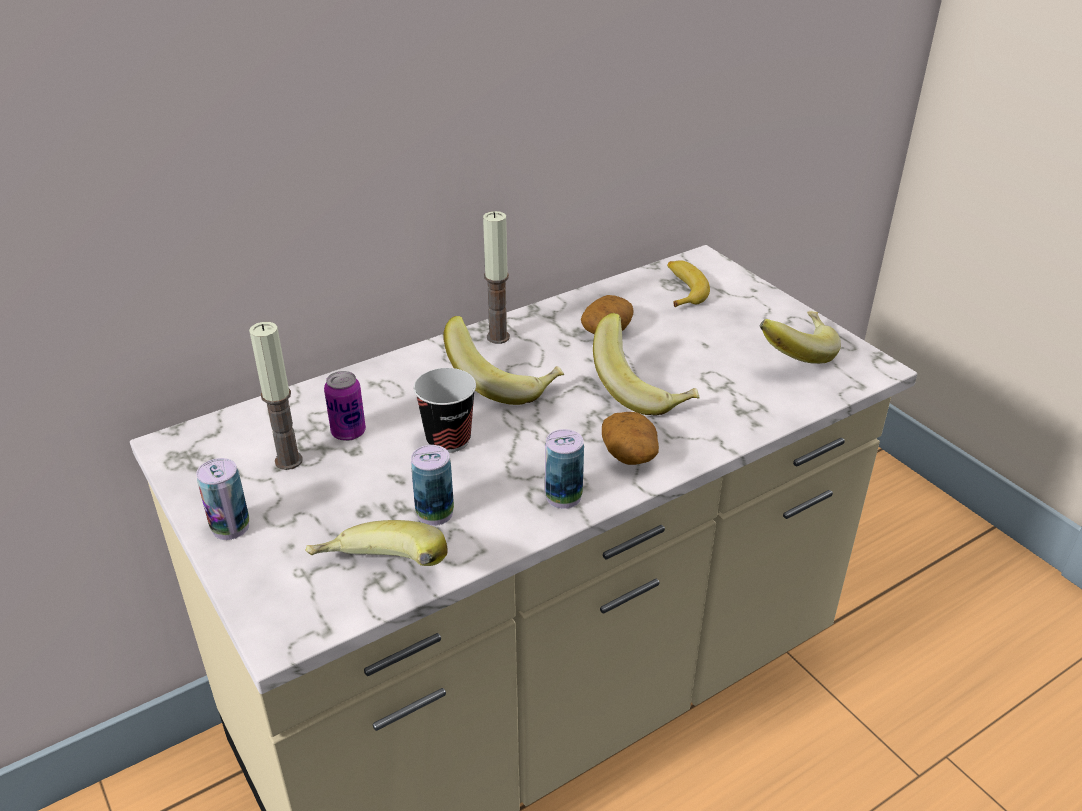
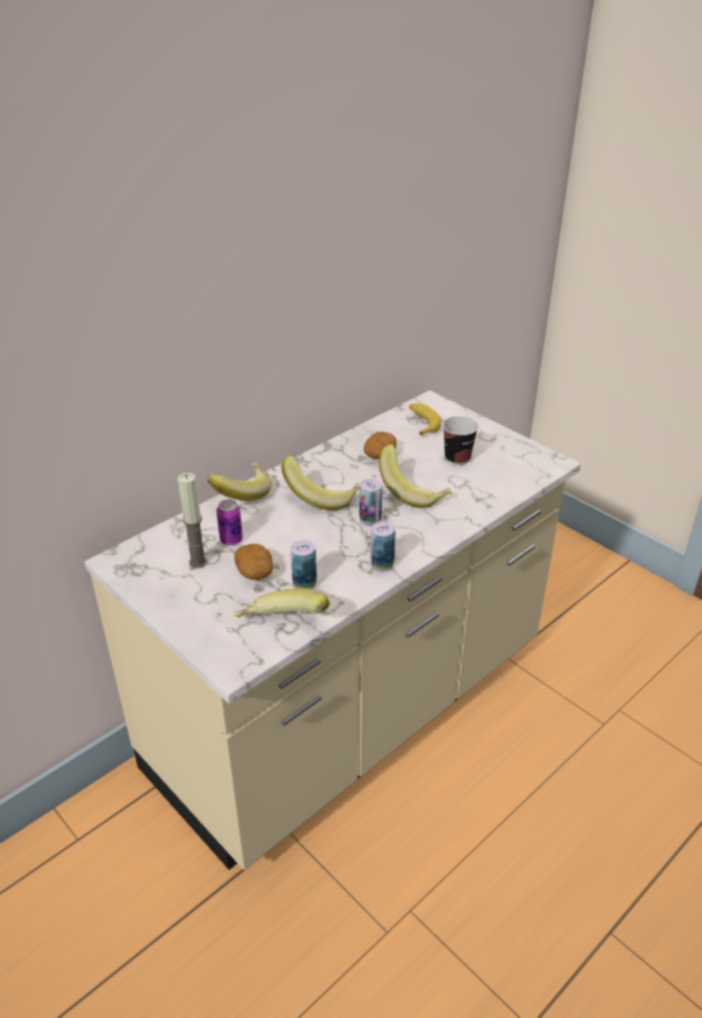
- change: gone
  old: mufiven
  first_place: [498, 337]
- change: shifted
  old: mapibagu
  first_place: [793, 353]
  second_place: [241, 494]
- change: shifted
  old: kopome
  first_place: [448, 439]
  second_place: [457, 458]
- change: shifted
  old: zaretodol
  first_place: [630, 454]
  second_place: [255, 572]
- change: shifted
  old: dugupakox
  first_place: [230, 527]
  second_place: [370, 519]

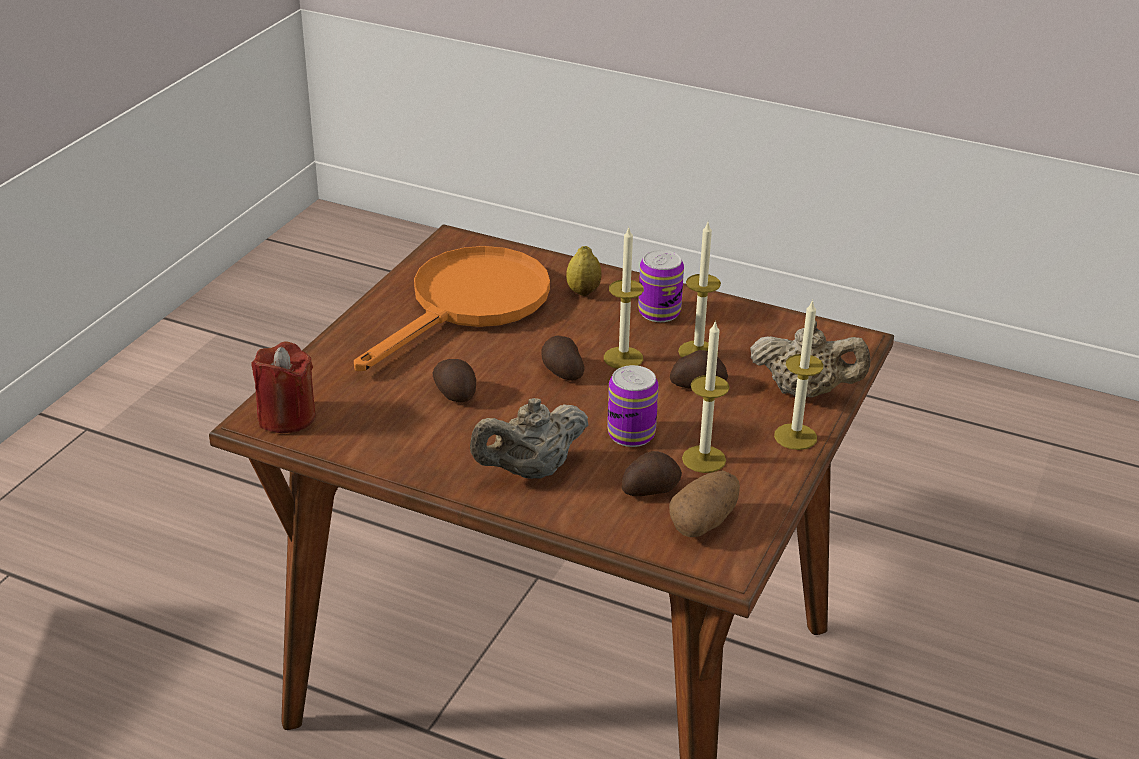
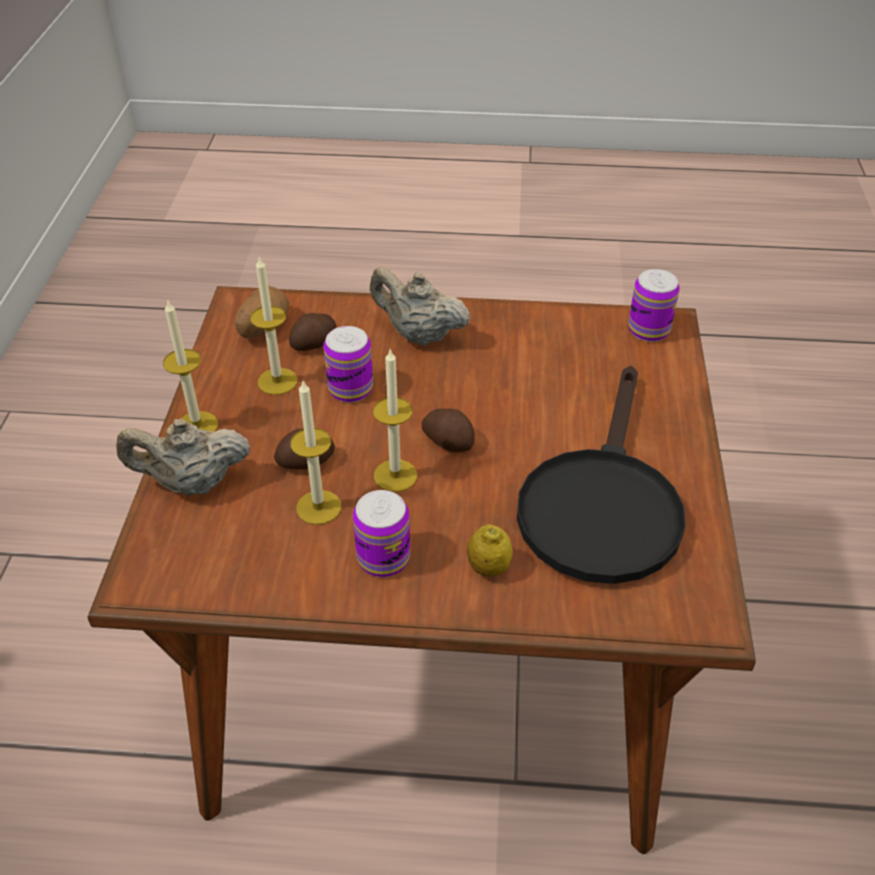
- change: repainted
  old: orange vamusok
  new: black vamusok
  first_place: [469, 305]
  second_place: [601, 504]
- change: swapped
  old: red mufiven
  new: dugupakox
  first_place: [287, 417]
  second_place: [648, 330]
- change: gone
  old: zaretodol
  first_place: [455, 392]
- change: rotated
  old: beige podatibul
  first_place: [530, 471]
  second_place: [418, 334]
  degrees: -105

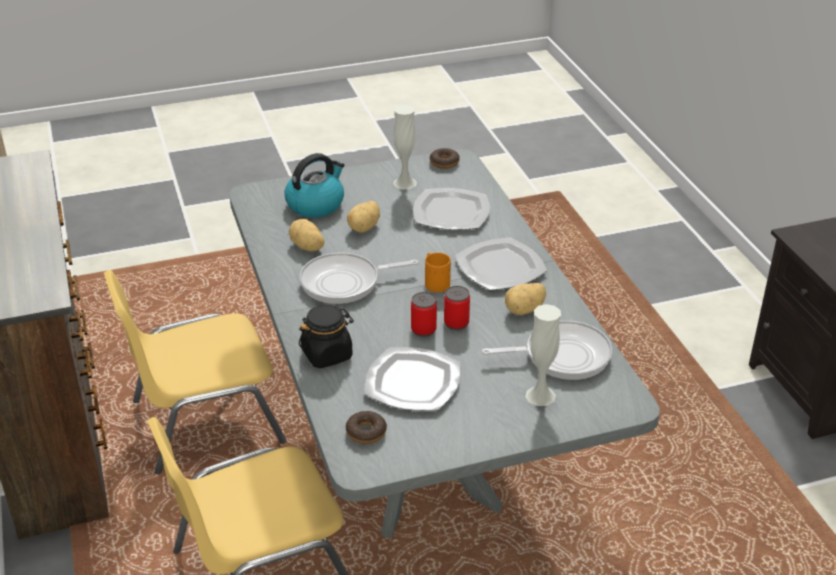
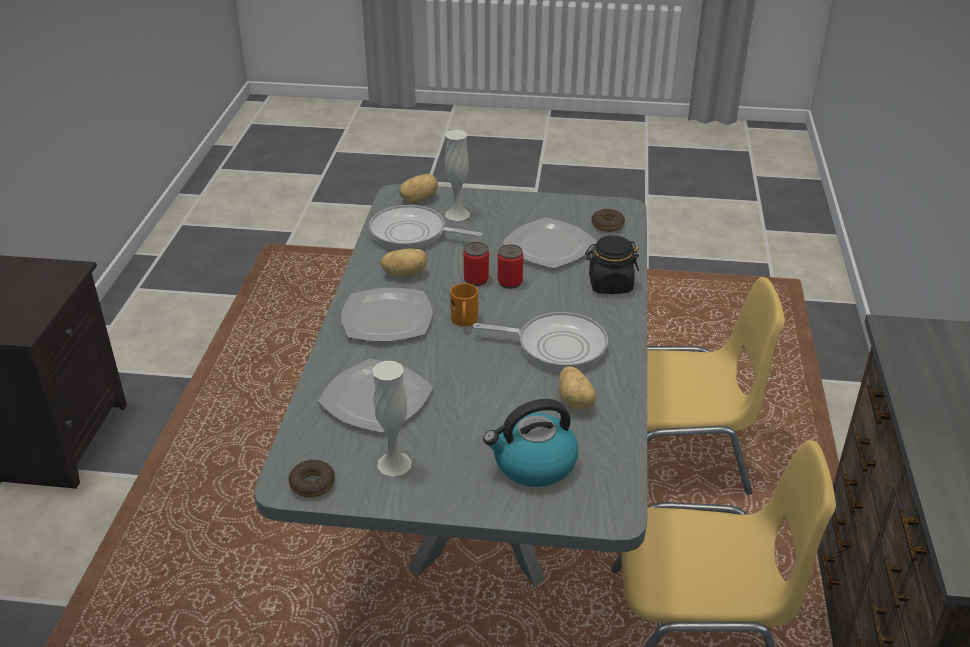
- change: shifted
  old: zaretodol
  first_place: [365, 227]
  second_place: [418, 199]

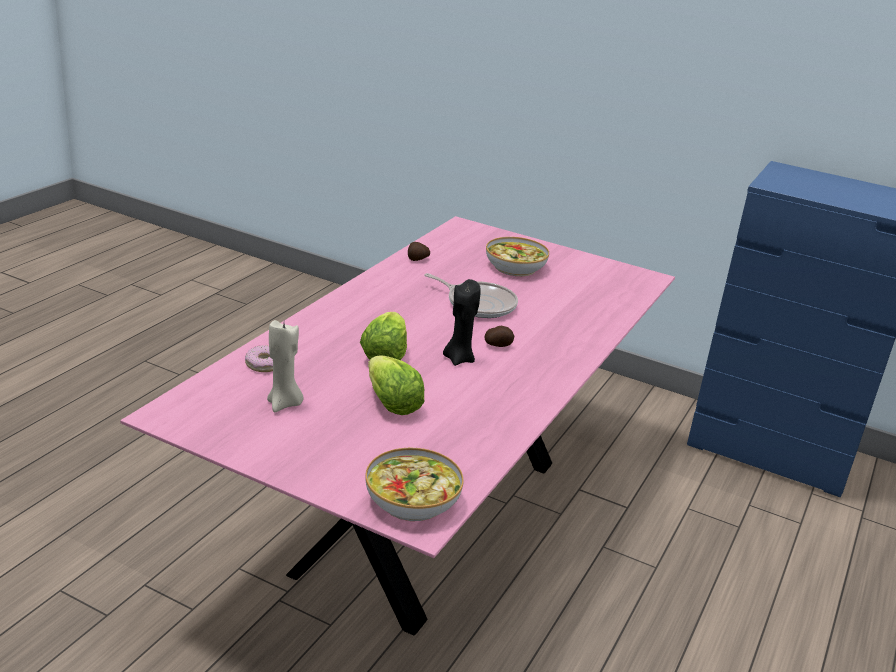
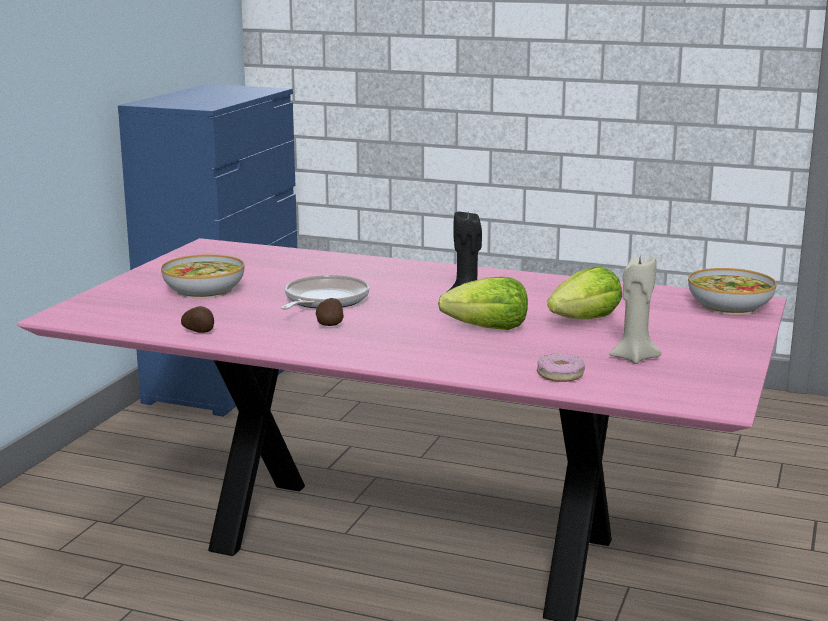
- change: shifted
  old: zaretodol
  first_place: [498, 345]
  second_place: [330, 325]

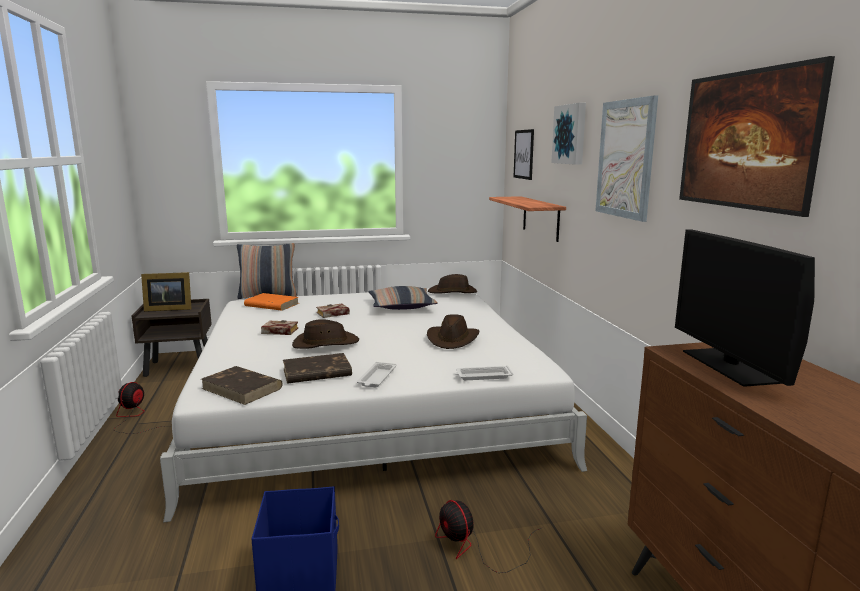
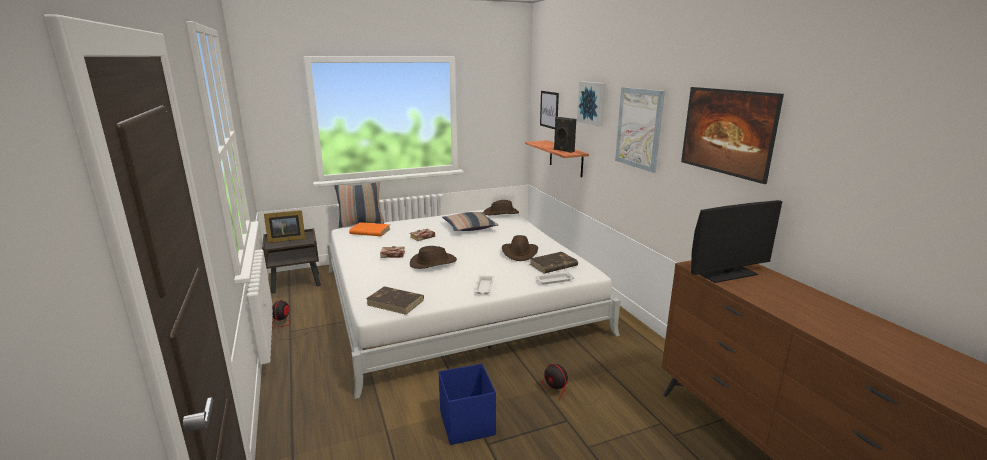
- change: rotated
  old: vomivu
  first_place: [730, 366]
  second_place: [727, 273]
  degrees: -90
- change: shifted
  old: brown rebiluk
  first_place: [316, 372]
  second_place: [553, 265]
- change: new
  new: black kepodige
  second_place: [563, 150]

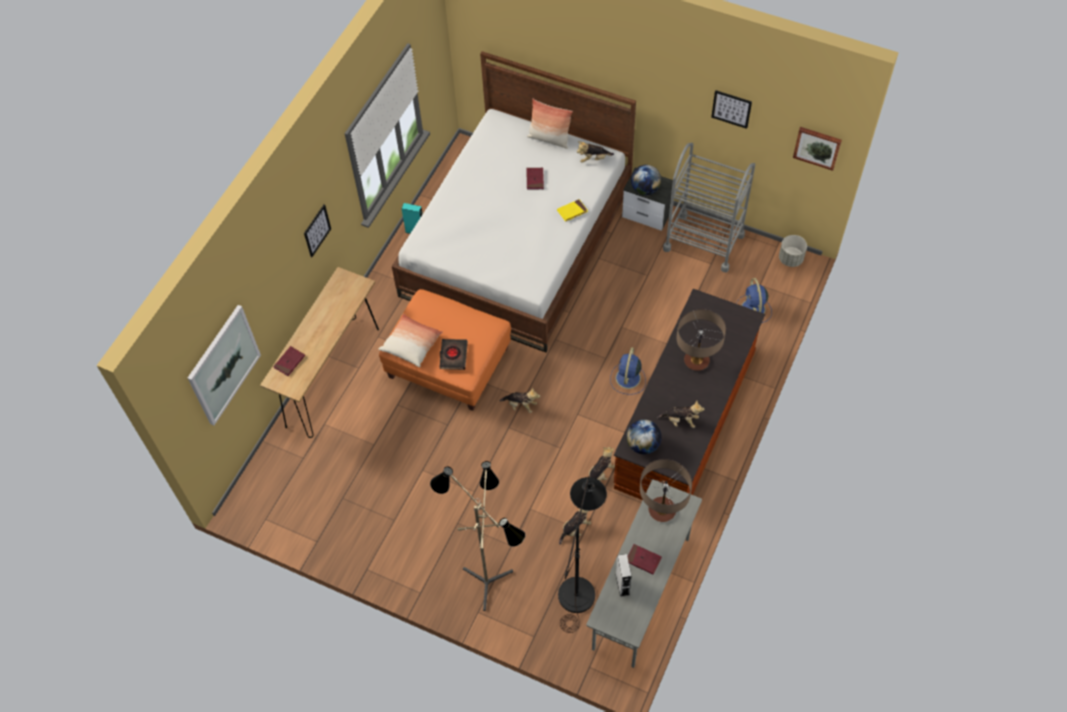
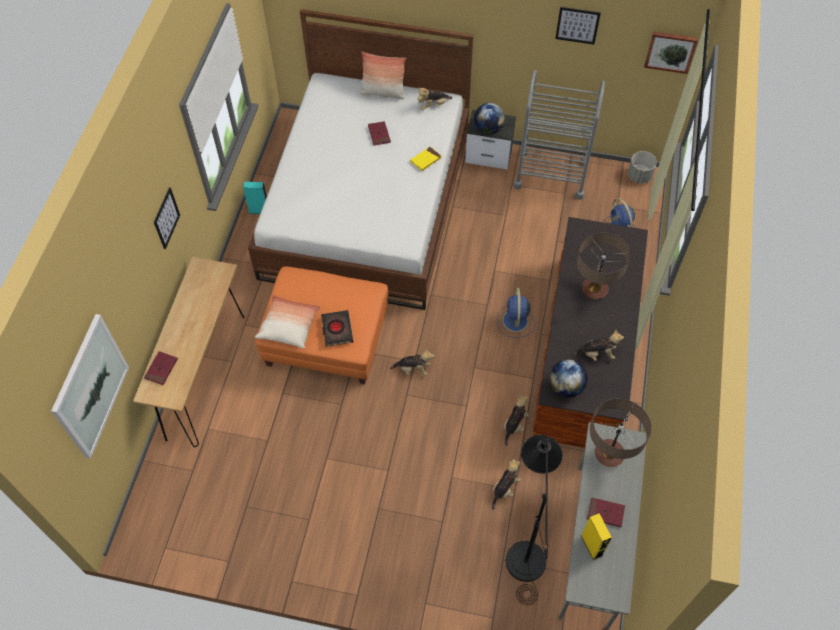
- change: gone
  old: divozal
  first_place: [489, 578]
- change: repainted
  old: grey kepodige
  new: yellow kepodige
  first_place: [622, 584]
  second_place: [591, 545]

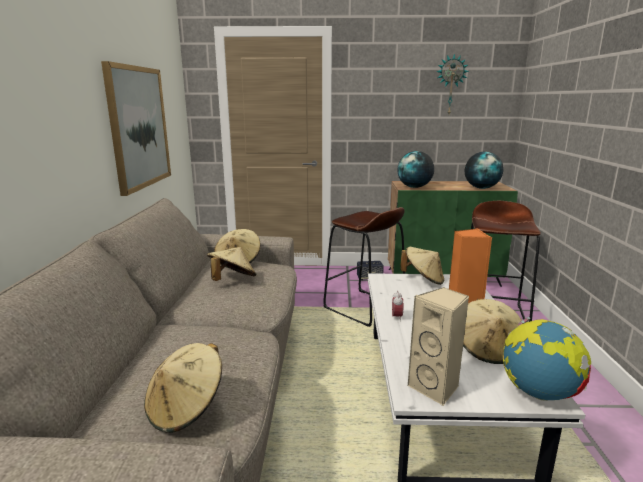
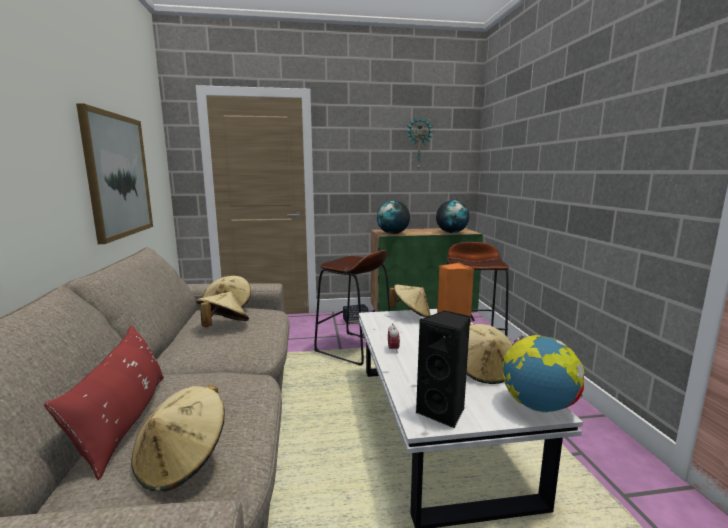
- change: repainted
  old: beige kepodige
  new: black kepodige
  first_place: [436, 388]
  second_place: [443, 412]
- change: new
  new: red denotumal
  second_place: [125, 421]

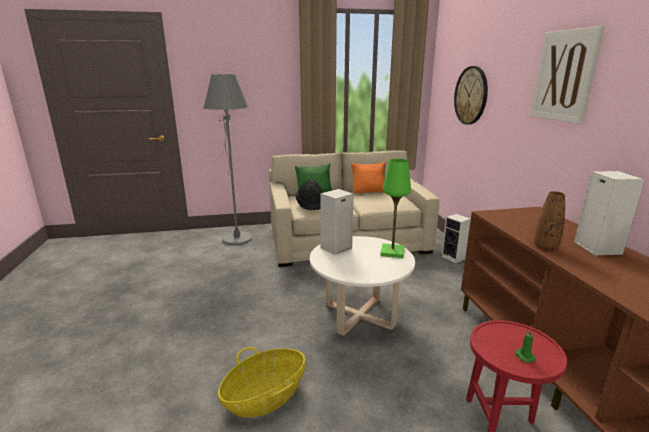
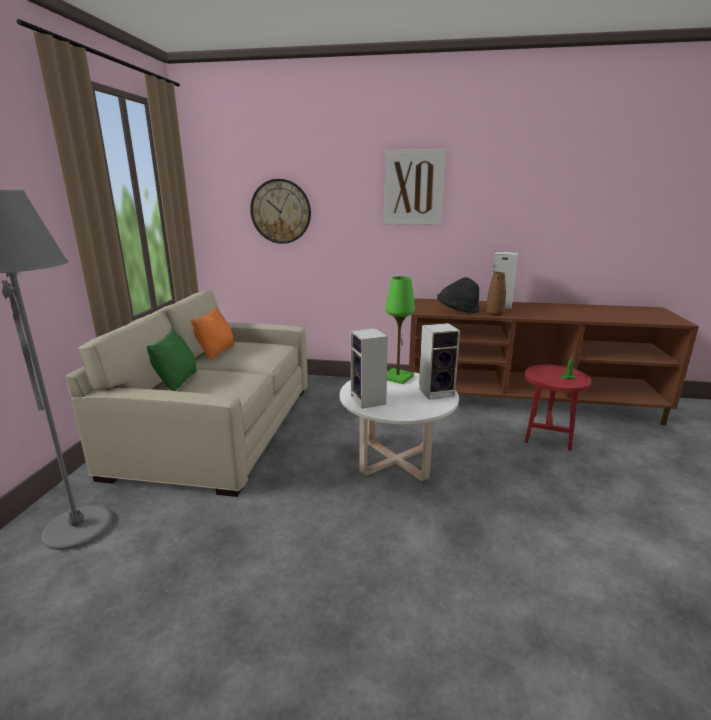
- change: shifted
  old: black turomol
  first_place: [310, 205]
  second_place: [457, 311]
- change: shifted
  old: kepodige
  first_place: [454, 258]
  second_place: [437, 392]
- change: gone
  old: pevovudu
  first_place: [265, 397]

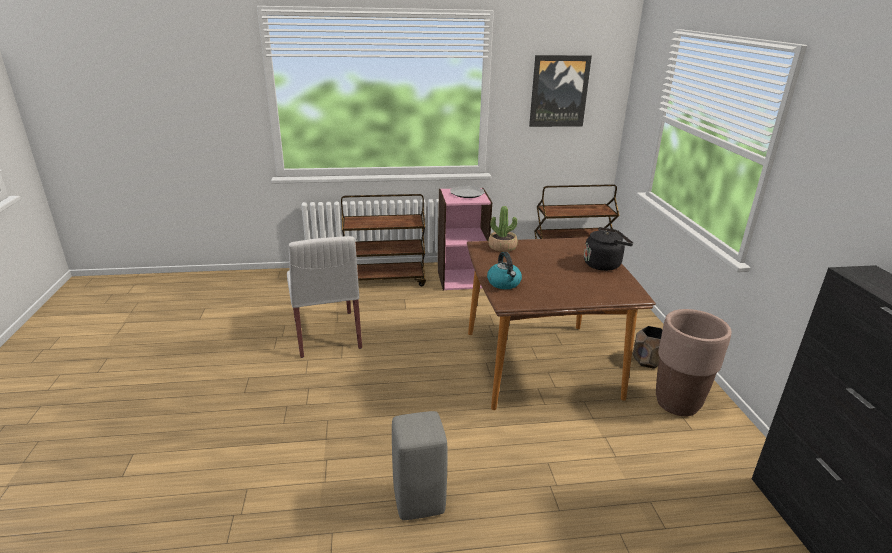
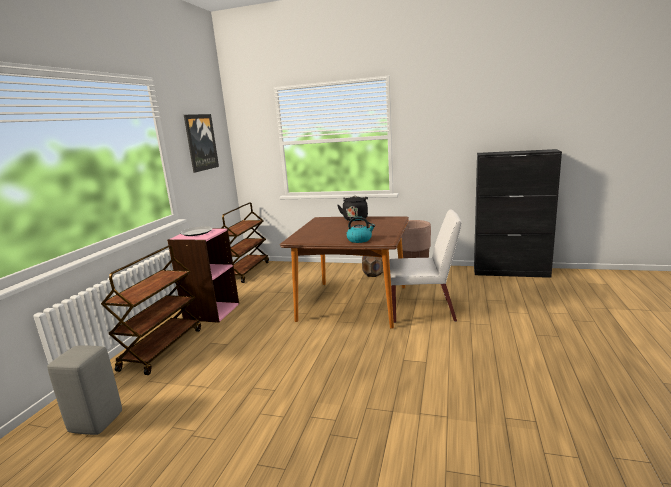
- change: gone
  old: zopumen
  first_place: [502, 247]
- change: shifted
  old: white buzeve
  first_place: [327, 334]
  second_place: [423, 311]
- change: shifted
  old: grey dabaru
  first_place: [420, 502]
  second_place: [97, 422]

